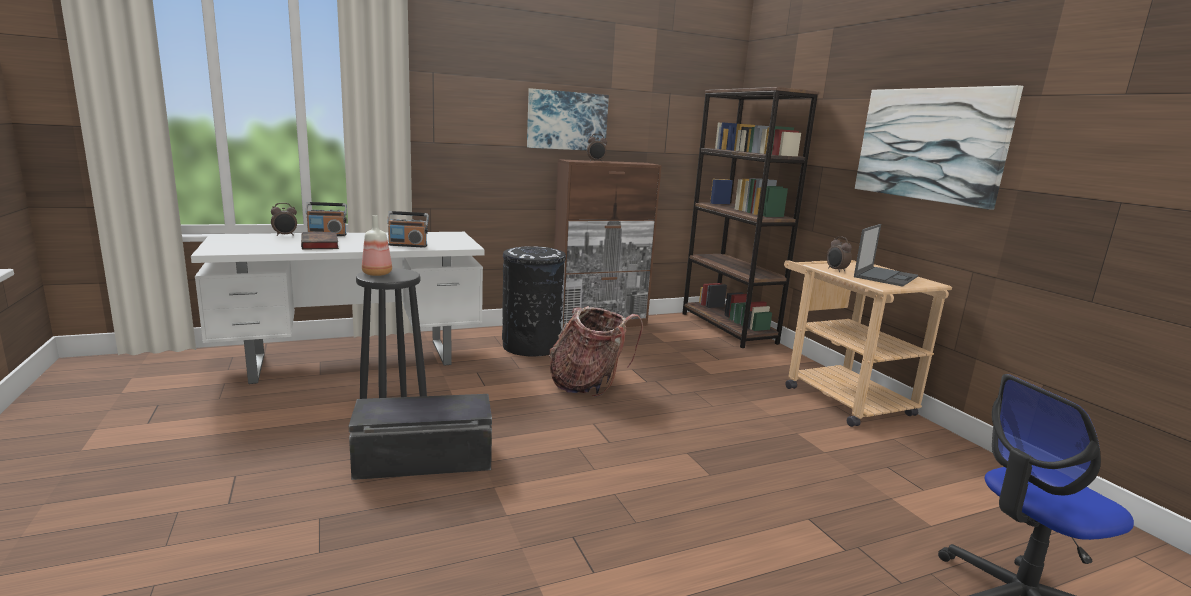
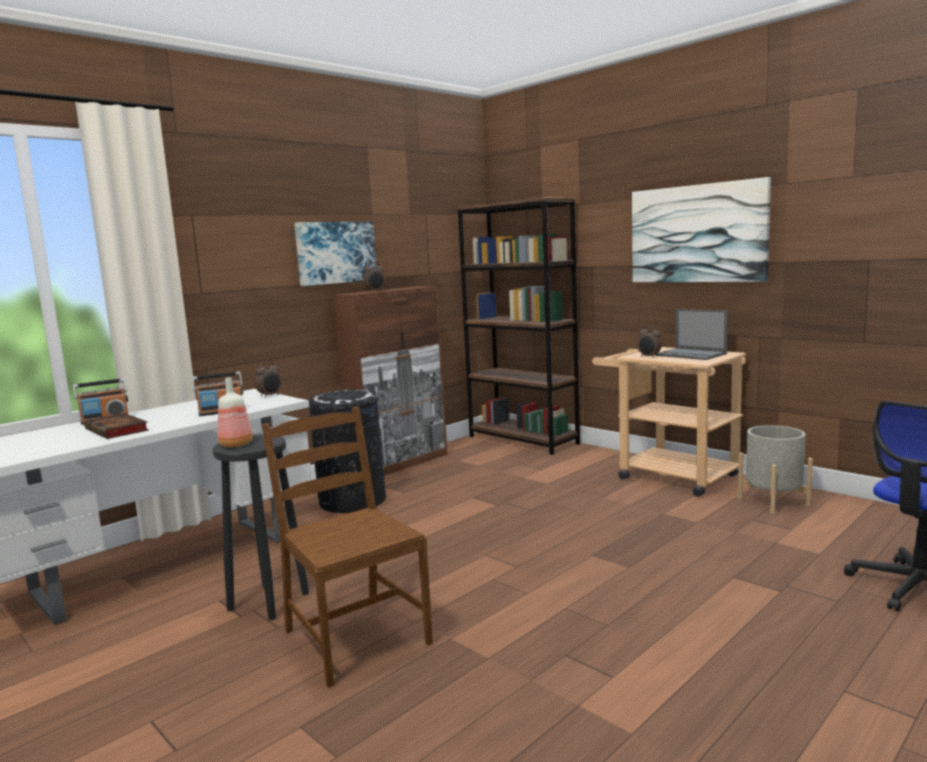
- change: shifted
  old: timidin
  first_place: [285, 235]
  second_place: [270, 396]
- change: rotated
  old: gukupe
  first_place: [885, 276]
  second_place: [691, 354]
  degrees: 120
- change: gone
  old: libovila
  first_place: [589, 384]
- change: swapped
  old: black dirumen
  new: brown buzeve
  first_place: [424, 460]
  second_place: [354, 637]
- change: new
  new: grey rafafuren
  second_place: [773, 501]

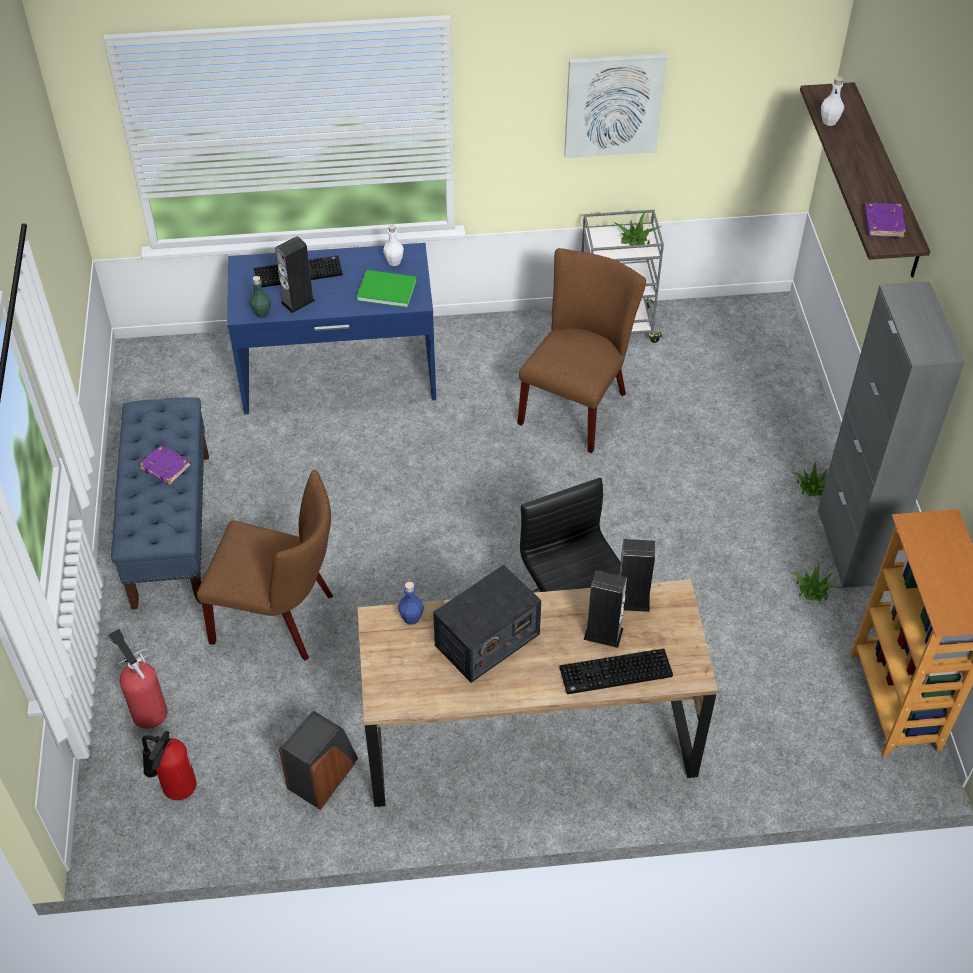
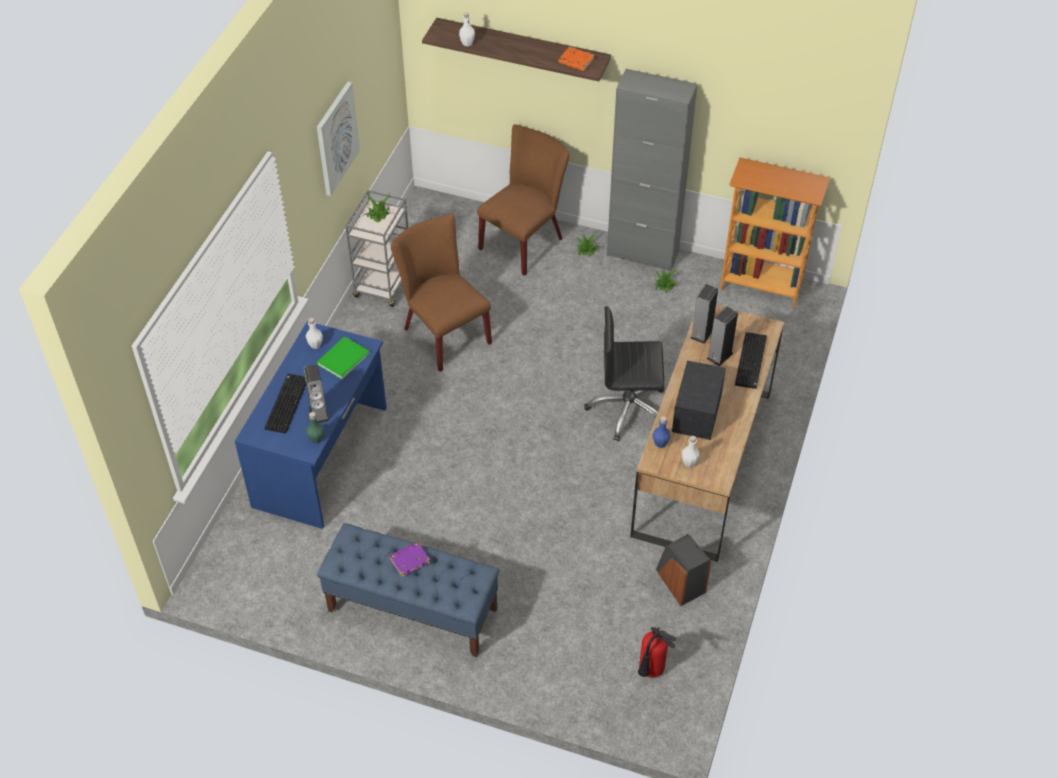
- change: repainted
  old: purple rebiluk
  new: orange rebiluk
  first_place: [882, 223]
  second_place: [575, 61]
- change: shifted
  old: brown buzeve
  first_place: [281, 618]
  second_place: [525, 241]
- change: rotated
  old: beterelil
  first_place: [486, 640]
  second_place: [697, 412]
  degrees: -150
- change: gone
  old: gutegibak
  first_place: [147, 710]
- change: new
  new: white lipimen
  second_place: [689, 462]

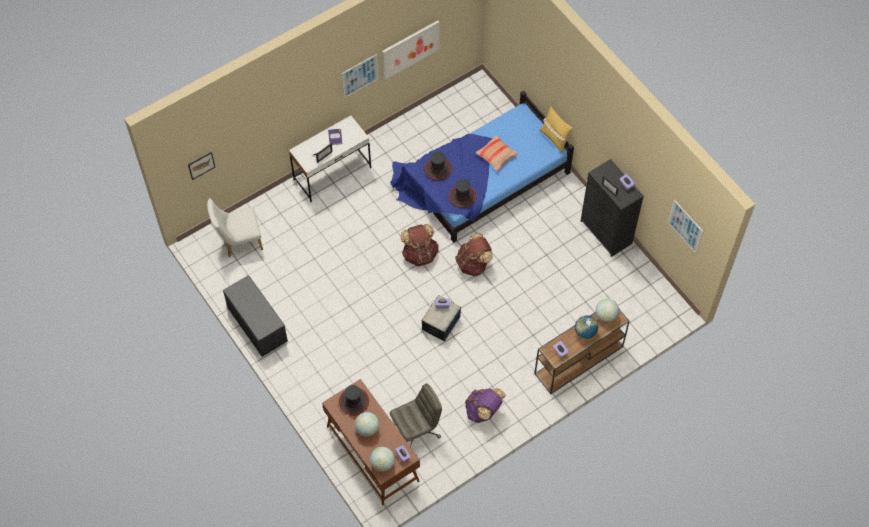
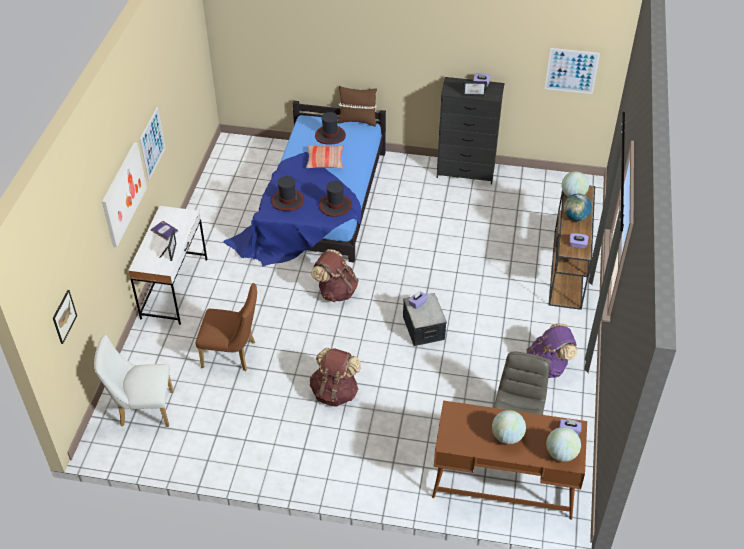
- change: shifted
  old: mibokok
  first_place: [410, 49]
  second_place: [123, 194]
- change: repainted
  old: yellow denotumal
  new: brown denotumal
  first_place: [554, 138]
  second_place: [357, 121]
- change: rotated
  old: white buzeve
  first_place: [239, 241]
  second_place: [142, 409]
  degrees: 60
- change: shifted
  old: brown libovila
  first_place: [473, 264]
  second_place: [335, 392]
- change: gone
  old: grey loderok
  first_place: [256, 324]
- change: shifted
  old: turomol
  first_place: [353, 401]
  second_place: [330, 135]
- change: new
  new: brown buzeve
  second_place: [233, 355]

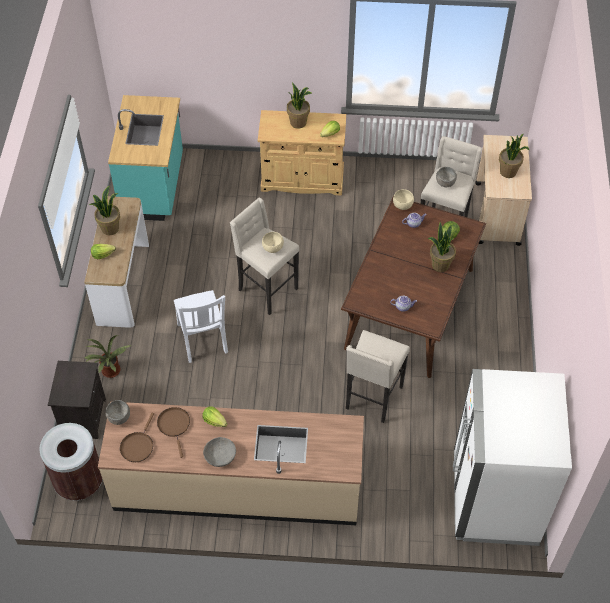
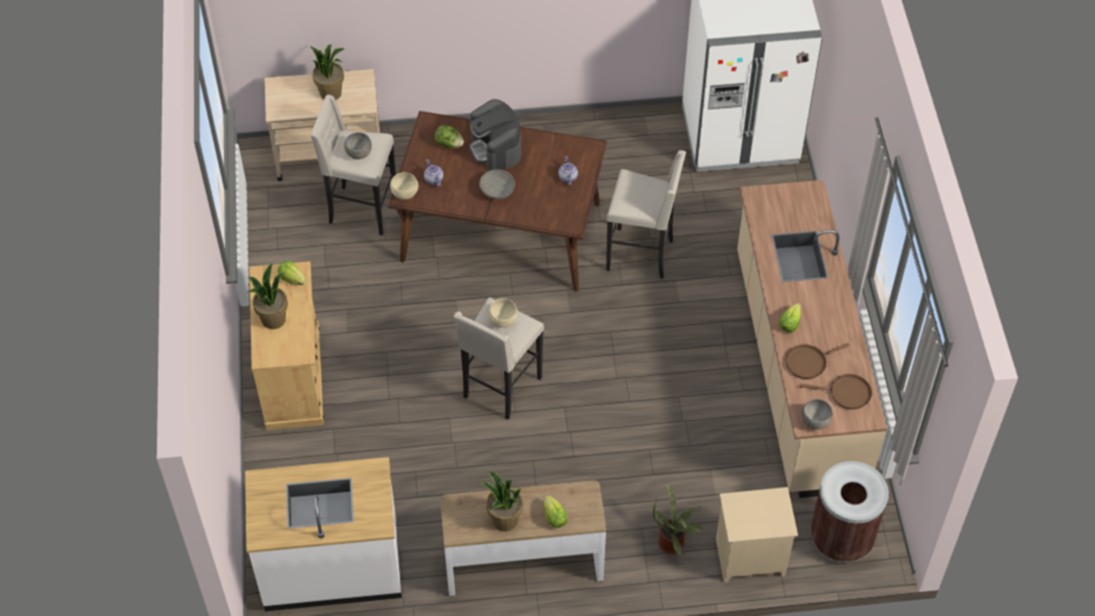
- change: repainted
  old: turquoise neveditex
  new: white neveditex
  first_place: [154, 187]
  second_place: [331, 566]
- change: swapped
  old: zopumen
  new: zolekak
  first_place: [440, 265]
  second_place: [495, 148]
- change: gone
  old: white buzeve
  first_place: [203, 340]
- change: repainted
  old: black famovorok
  new: beige famovorok
  first_place: [83, 417]
  second_place: [749, 558]
- change: shifted
  old: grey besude
  first_place: [220, 456]
  second_place: [497, 191]

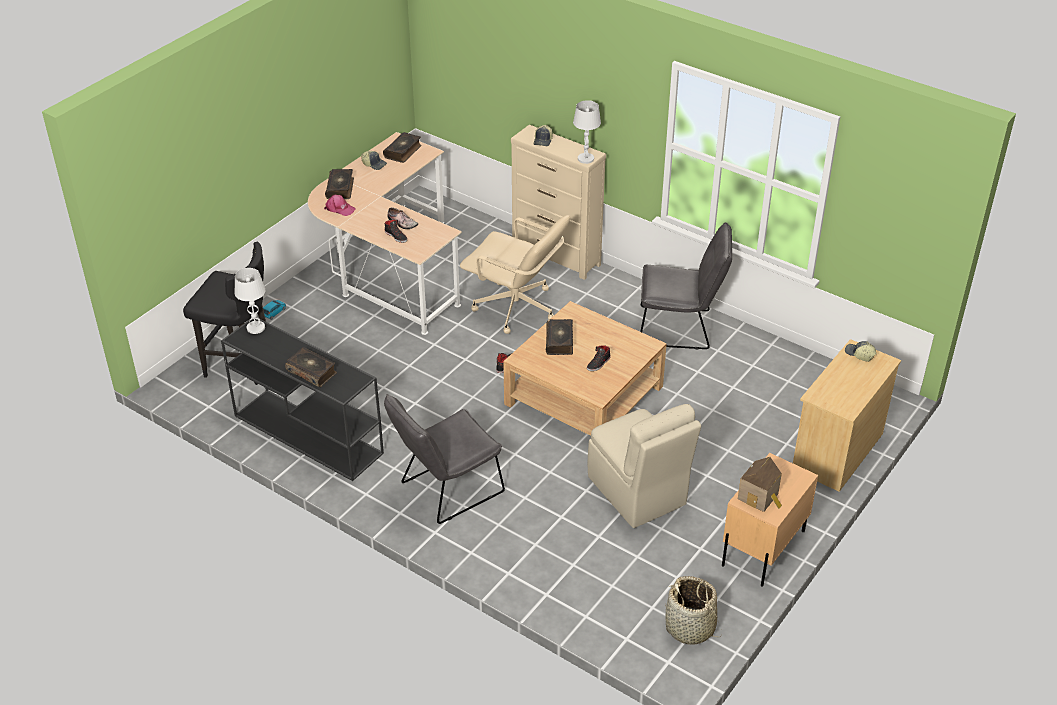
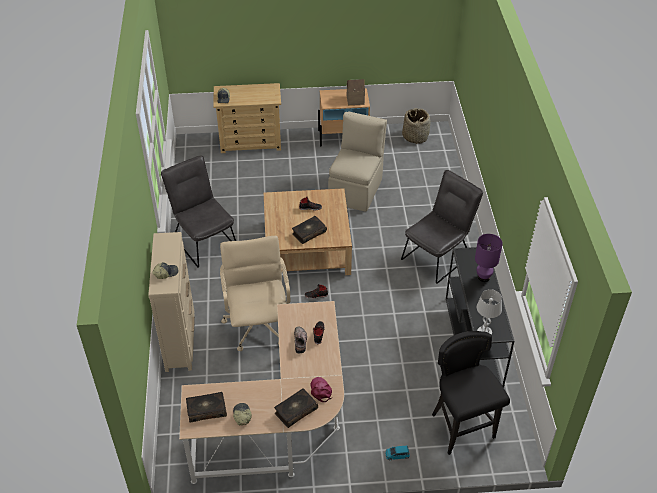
- change: gone
  old: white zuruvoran
  first_place: [586, 159]
- change: swapped
  old: rebiluk
  new: purple zuruvoran
  first_place: [312, 372]
  second_place: [483, 277]
- change: rotated
  old: grey buzeve
  first_place: [446, 490]
  second_place: [438, 256]
  degrees: -60

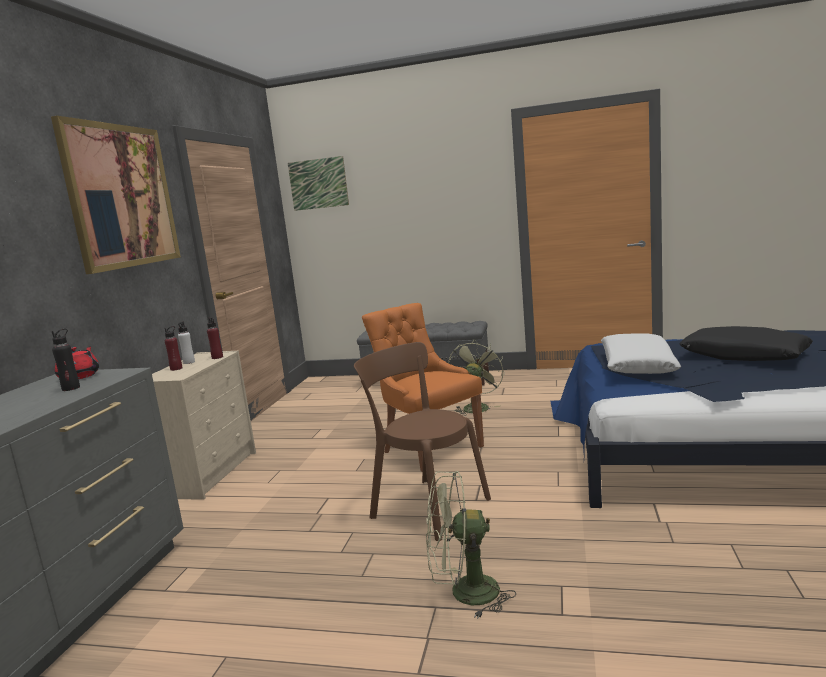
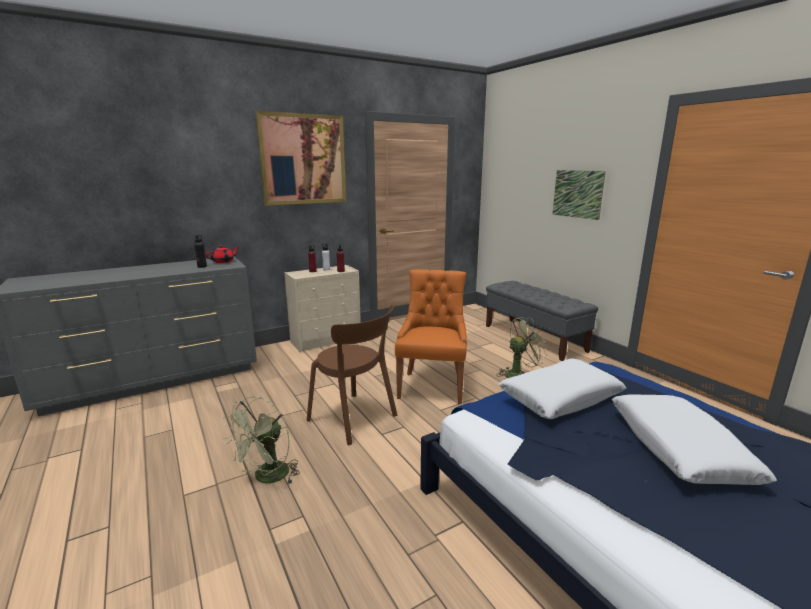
- change: shifted
  old: mibokok
  first_place: [318, 183]
  second_place: [577, 194]
- change: repainted
  old: black denotumal
  new: white denotumal
  first_place: [744, 356]
  second_place: [678, 449]
- change: rotated
  old: brown buzeve
  first_place: [426, 506]
  second_place: [355, 419]
  degrees: 135
- change: rotated
  old: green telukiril
  first_place: [464, 594]
  second_place: [267, 478]
  degrees: -105

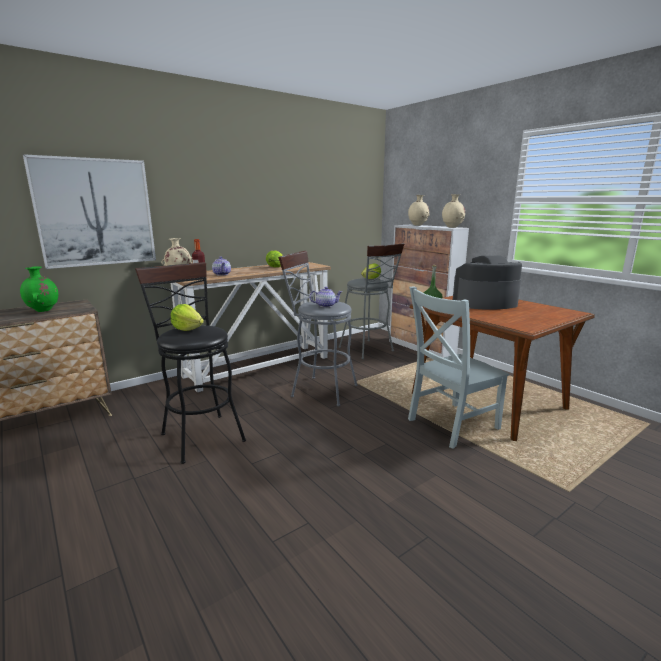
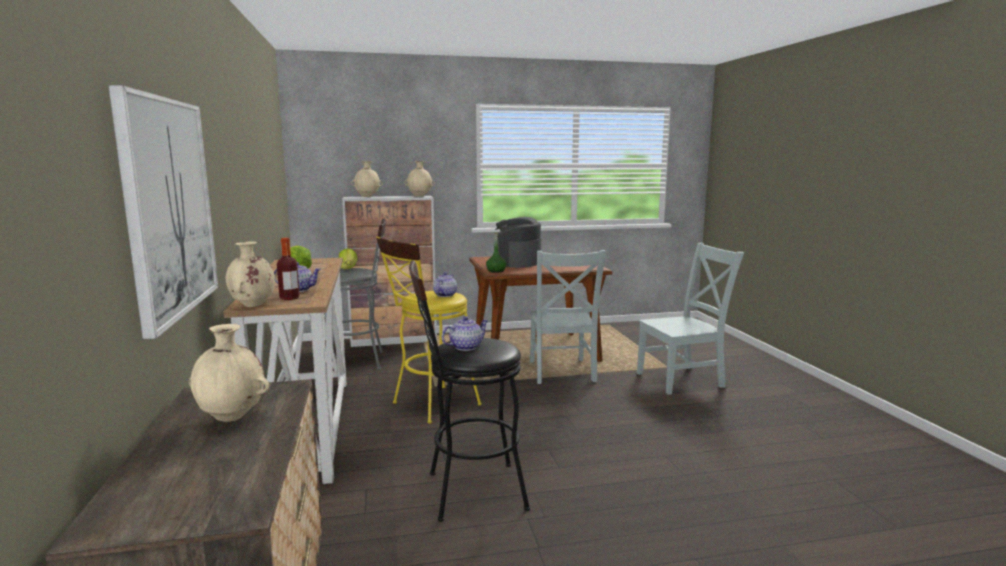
- change: repainted
  old: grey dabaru
  new: yellow dabaru
  first_place: [319, 389]
  second_place: [430, 406]
- change: repainted
  old: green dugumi
  new: beige dugumi
  first_place: [43, 311]
  second_place: [232, 417]
- change: swapped
  old: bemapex
  new: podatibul
  first_place: [187, 329]
  second_place: [465, 347]
- change: new
  new: grey buzeve
  second_place: [683, 380]

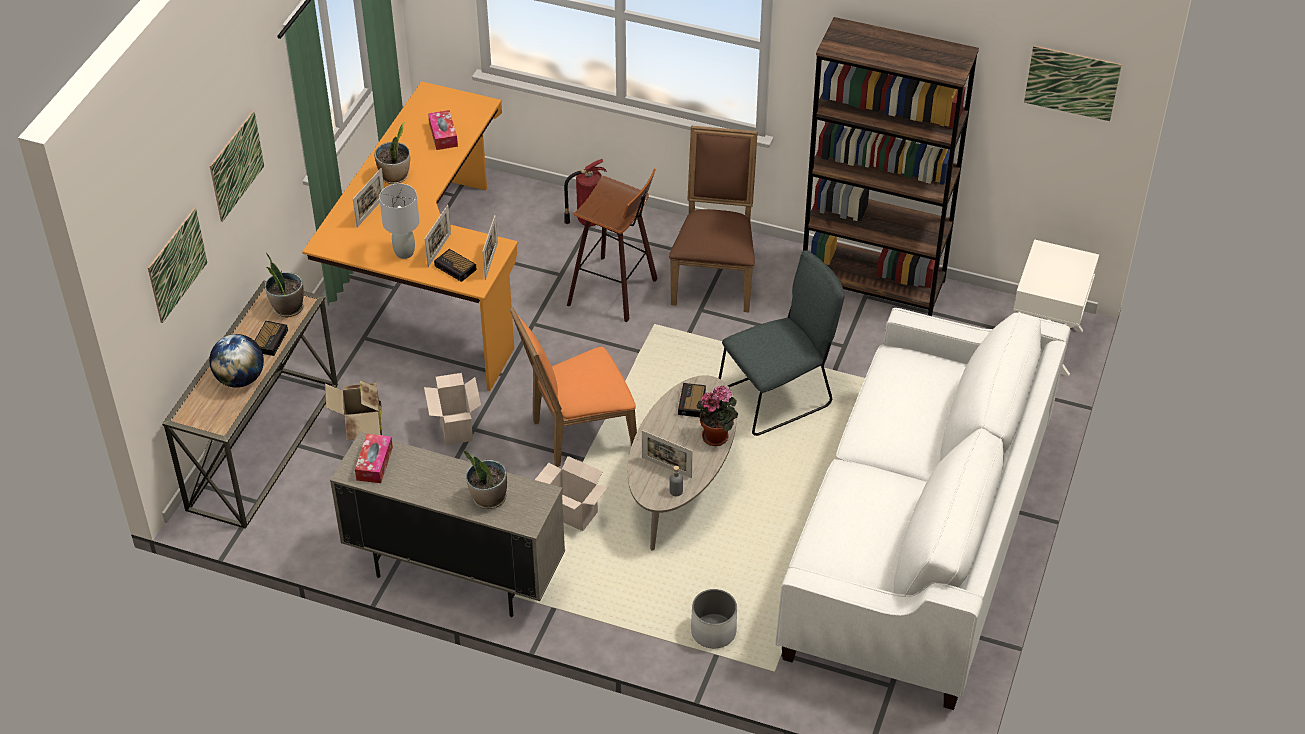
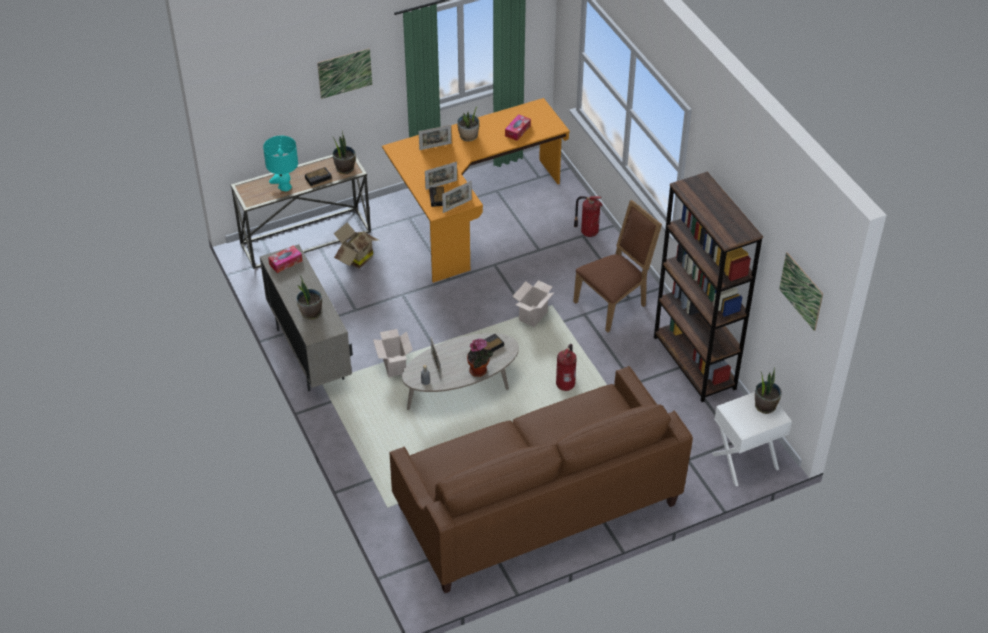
- change: gone
  old: dabaru
  first_place: [616, 291]
- change: gone
  old: grey zuruvoran
  first_place: [404, 253]
- change: gone
  old: mibokok
  first_place: [177, 264]
- change: swapped
  old: grey buzeve
  new: gutegibak
  first_place: [779, 396]
  second_place: [566, 384]
- change: gone
  old: orange buzeve
  first_place: [577, 434]
- change: repainted
  old: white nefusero
  new: brown nefusero
  first_place: [916, 541]
  second_place: [537, 503]
- change: swapped
  old: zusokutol
  new: turquoise zuruvoran
  first_place: [240, 379]
  second_place: [284, 187]
- change: shifted
  old: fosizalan
  first_place: [455, 428]
  second_place: [533, 315]
- change: gone
  old: white rafafuren
  first_place: [713, 632]
- change: new
  new: zopumen
  second_place: [765, 406]

